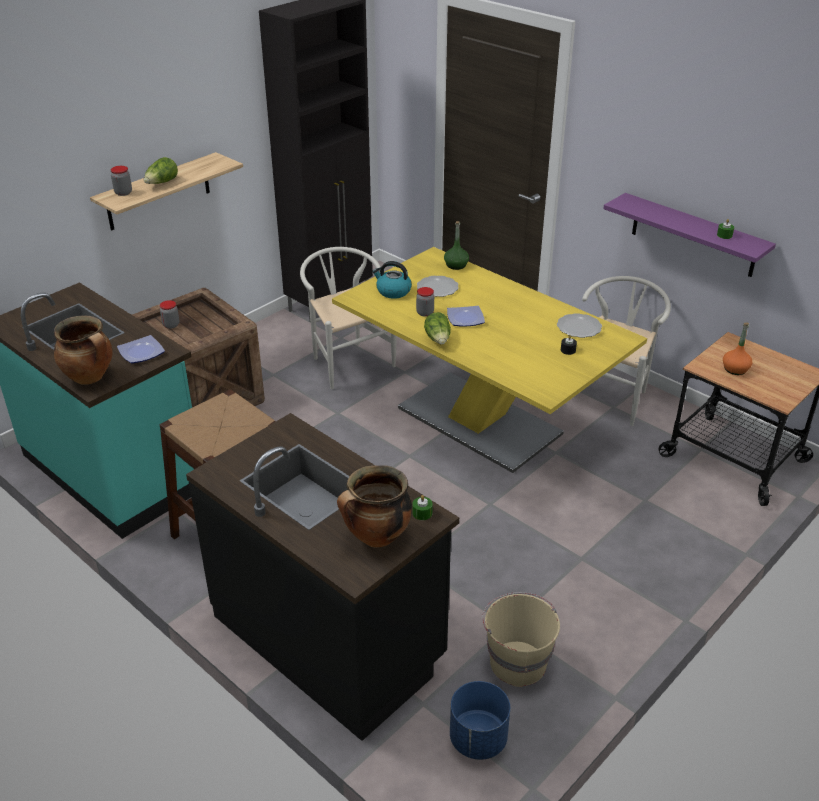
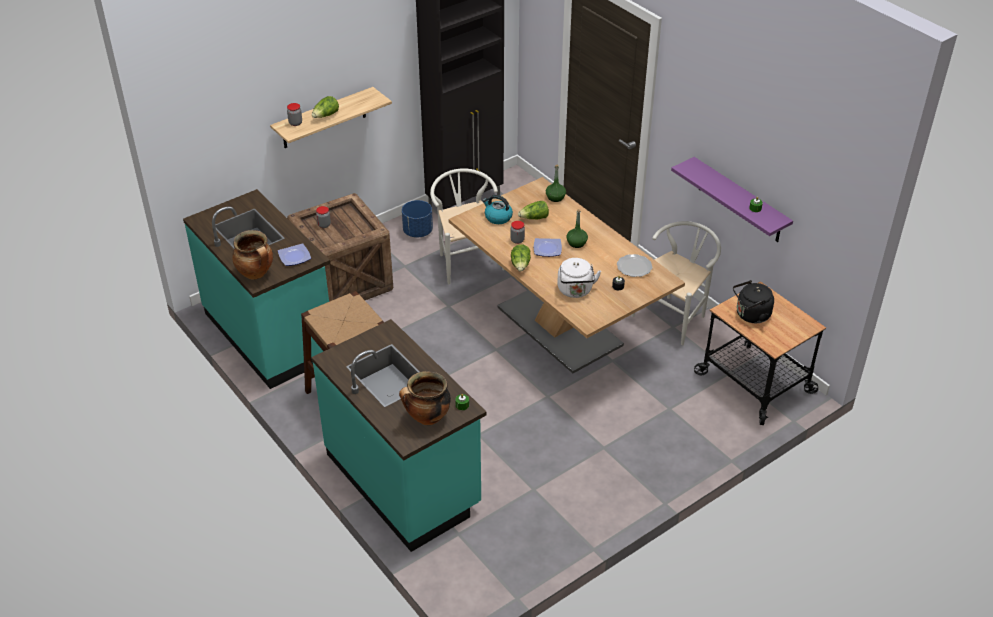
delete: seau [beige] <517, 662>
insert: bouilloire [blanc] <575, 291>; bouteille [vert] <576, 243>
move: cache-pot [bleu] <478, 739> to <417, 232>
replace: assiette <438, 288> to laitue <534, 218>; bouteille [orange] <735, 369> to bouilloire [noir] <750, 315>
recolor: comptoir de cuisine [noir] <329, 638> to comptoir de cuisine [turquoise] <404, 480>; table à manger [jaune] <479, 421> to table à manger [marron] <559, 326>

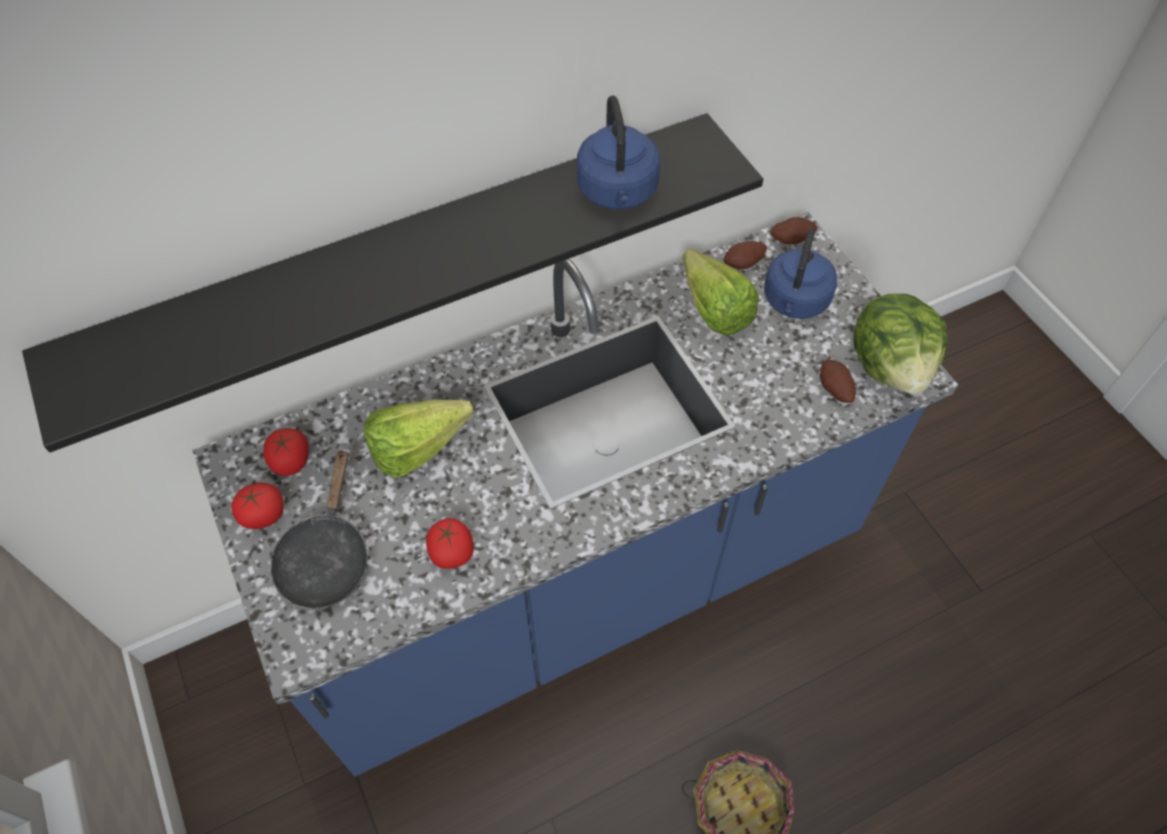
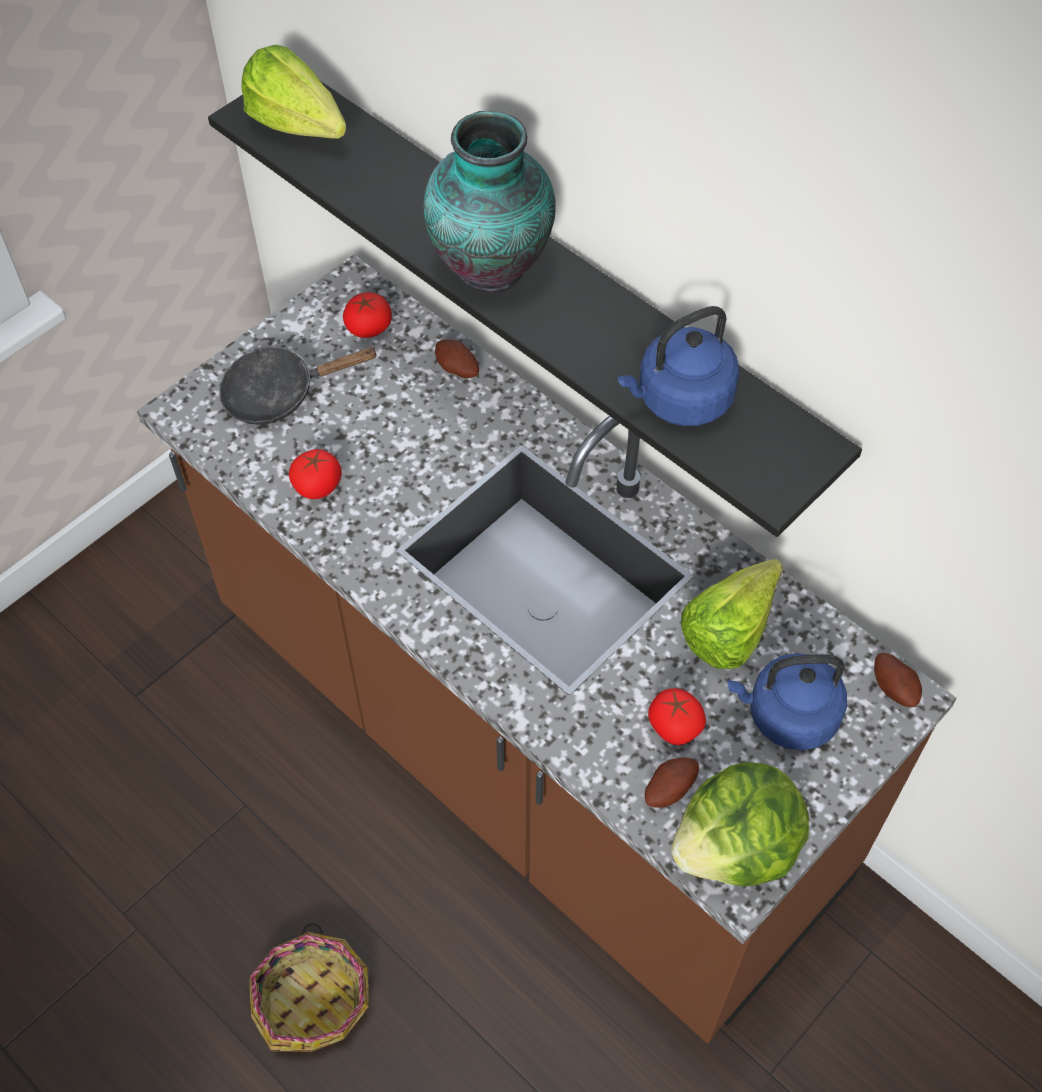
insert: vase <492, 264>
move: laitue <427, 447> to <302, 131>; pomme de terre <744, 264> to <456, 370>; tomate <263, 515> to <674, 726>
recolor: comptoir de cuisine [bleu] <583, 582> to comptoir de cuisine [marron] <521, 749>

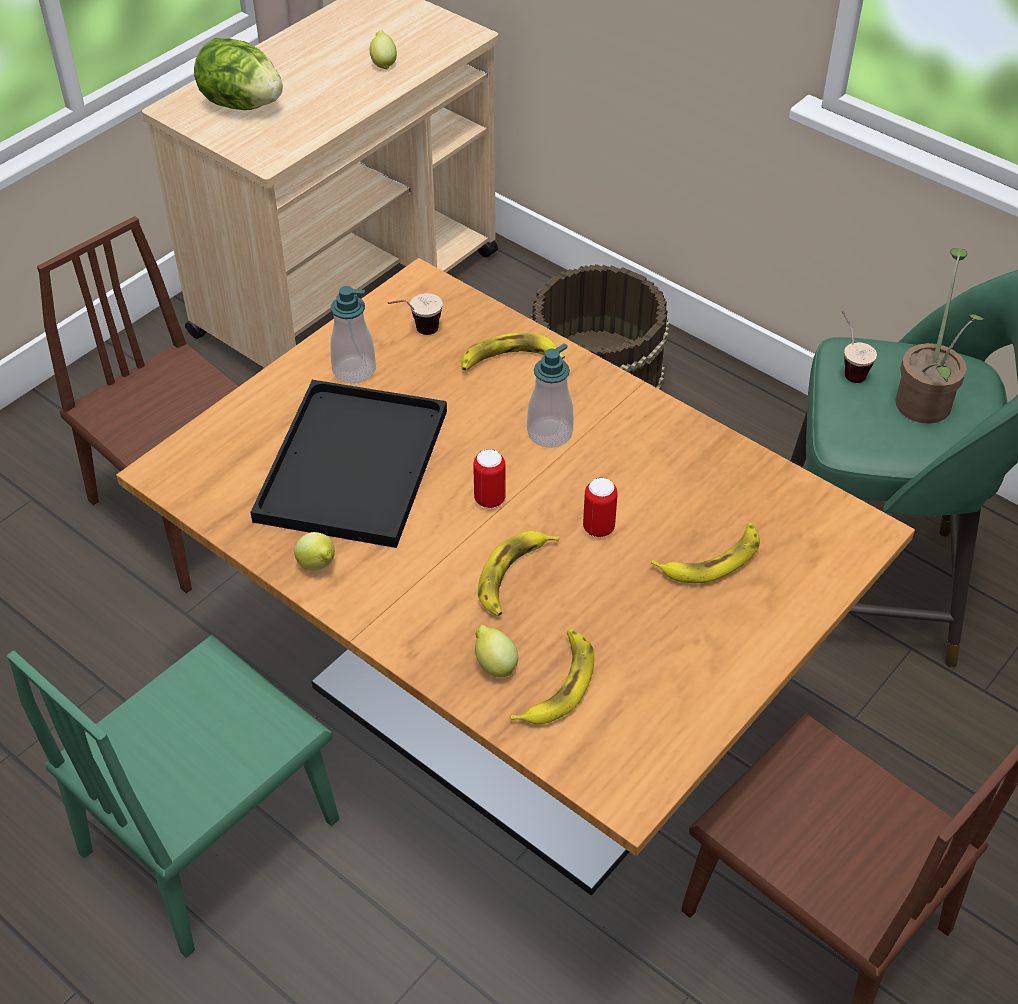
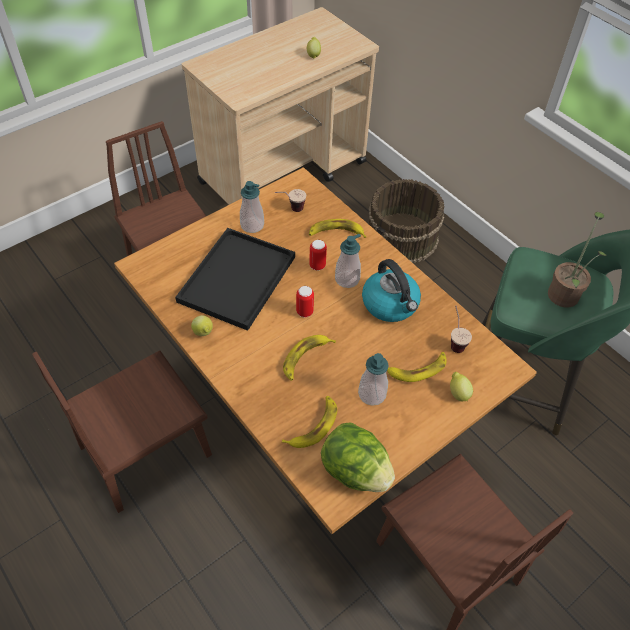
insert: distributeur de savon <372, 394>; bouilloire <391, 304>
move: boîte métallique <598, 528> to <317, 265>; laitue <242, 104> to <355, 470>; citron <494, 665> to <458, 393>; tasse <848, 368> to <455, 340>
recolor: chaise [vert] <210, 835> to chaise [marron] <146, 450>

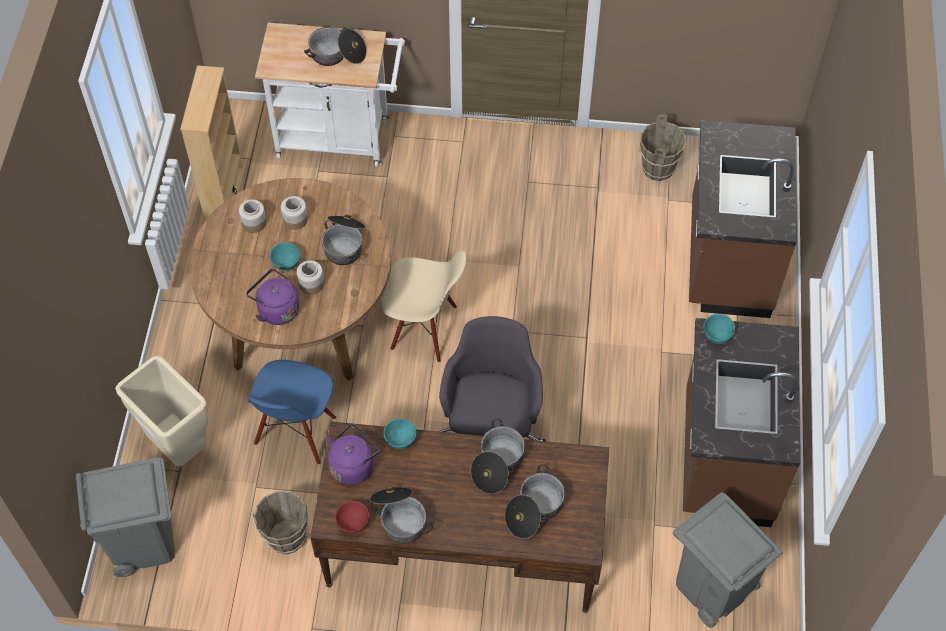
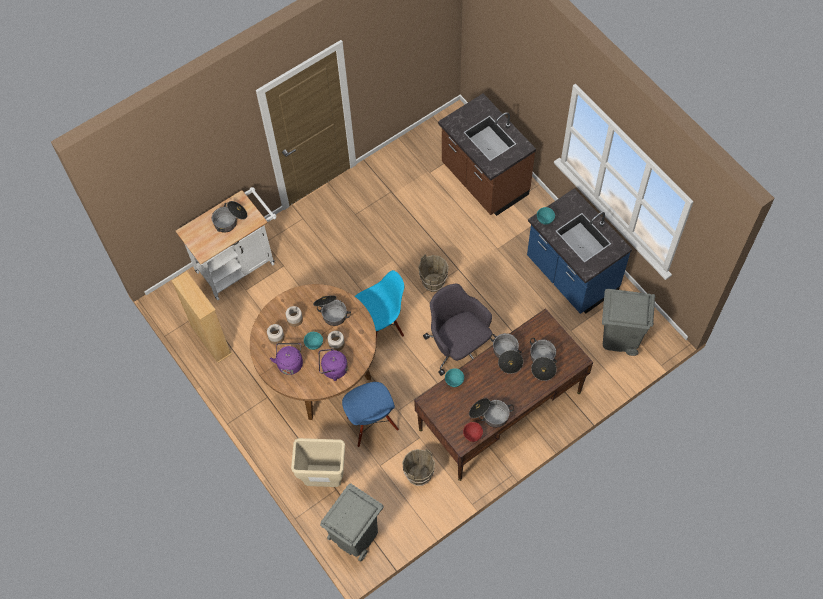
move: bouilloire [violet] <353, 465> to <290, 362>; seau [marron] <658, 168> to <433, 282>
recolor: chaise [beige] <424, 329> to chaise [bleu] <380, 326>; comptoir de cuisine [marron] <724, 458> to comptoir de cuisine [bleu] <571, 276>

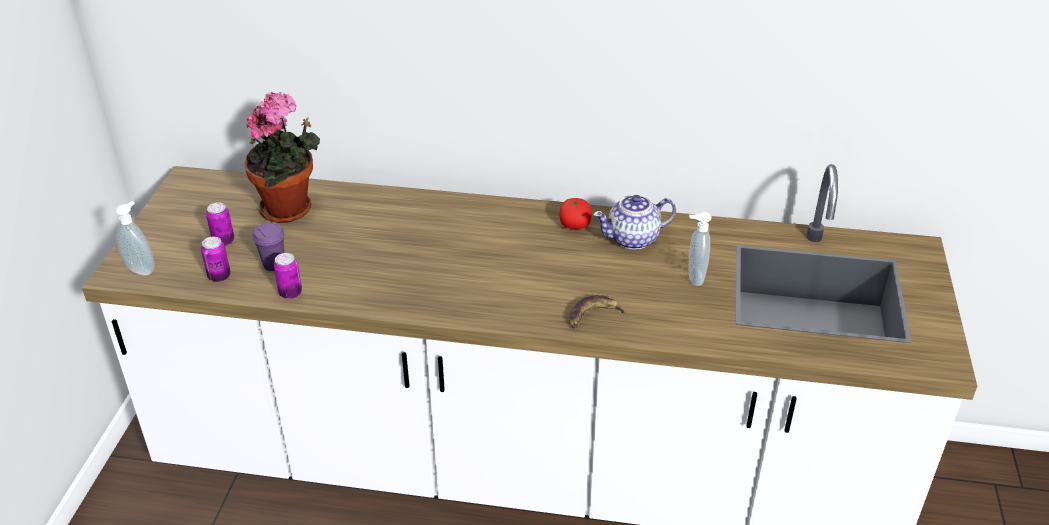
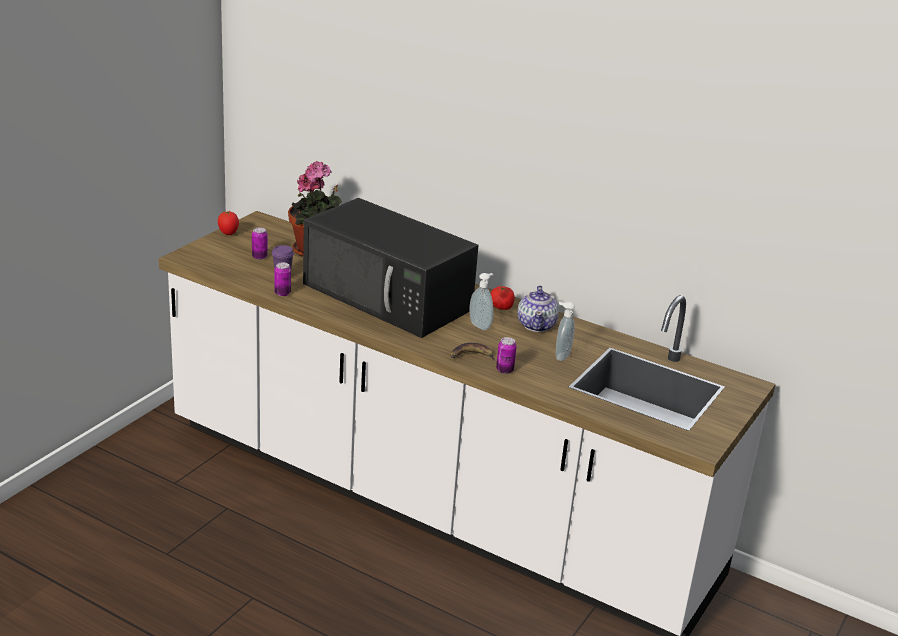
insert: tomate <228, 233>; micro-ondes [noir] <389, 297>
move: distributeur de savon <142, 269> to <481, 325>; boîte métallique <219, 276> to <504, 370>
rotate: théière <634, 239> = <537, 325> 90 degrees counterclockwise

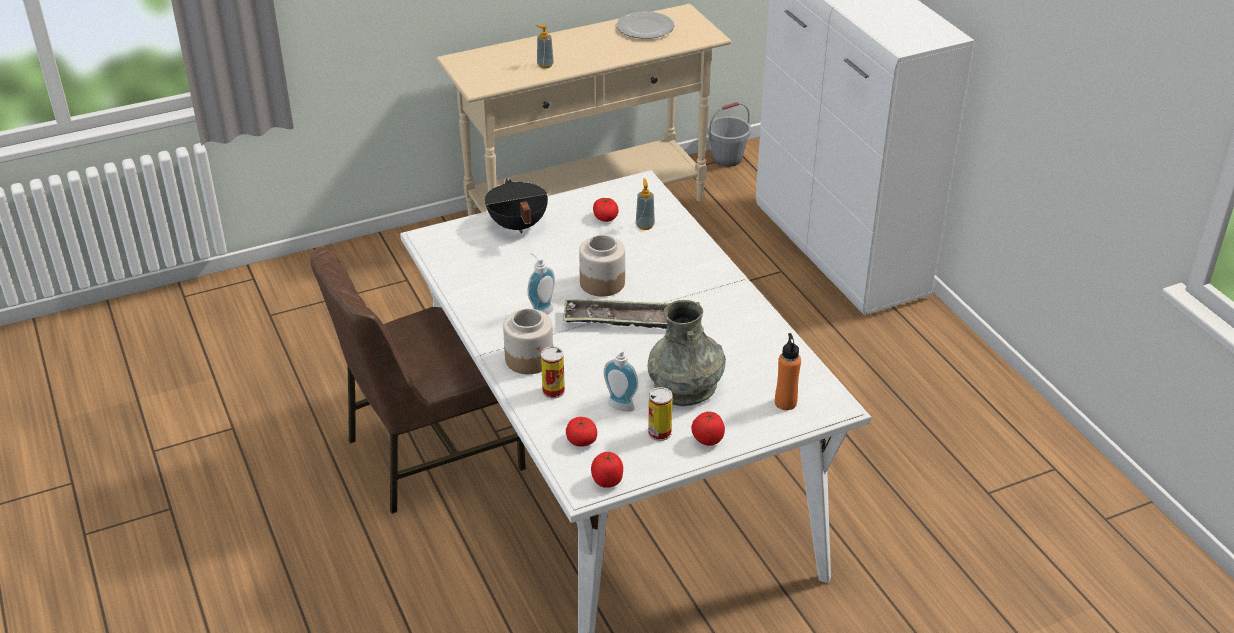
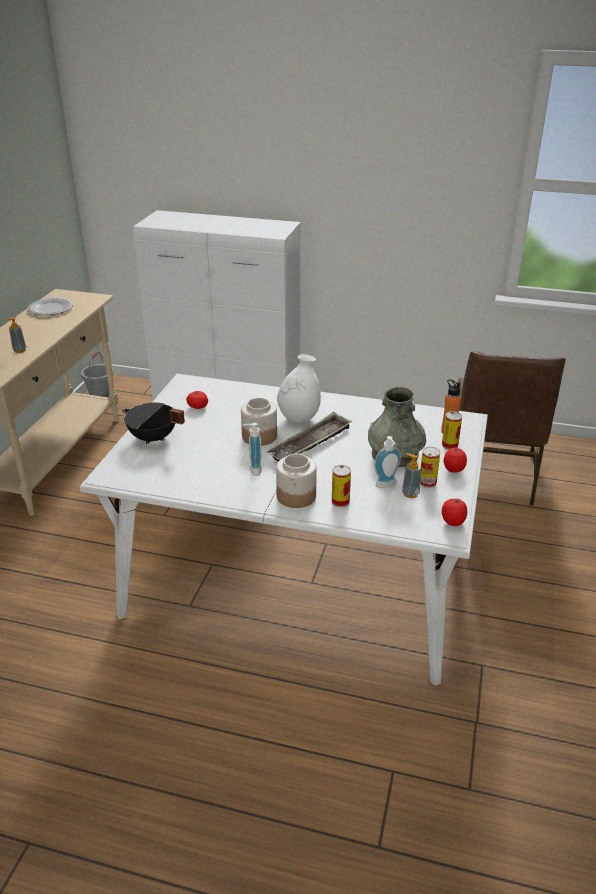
delete: tomate <581, 440>
insert: vase [blanc] <299, 418>; boîte métallique <449, 445>
move: distributeur de savon <645, 225> to <410, 494>; chaise [marron] <431, 453> to <491, 475>

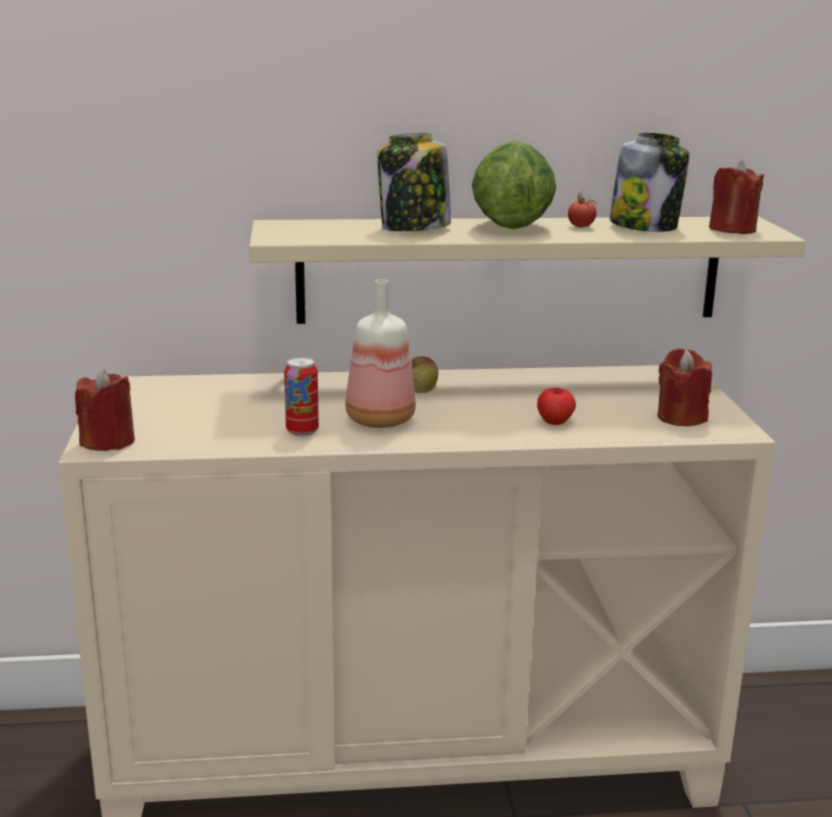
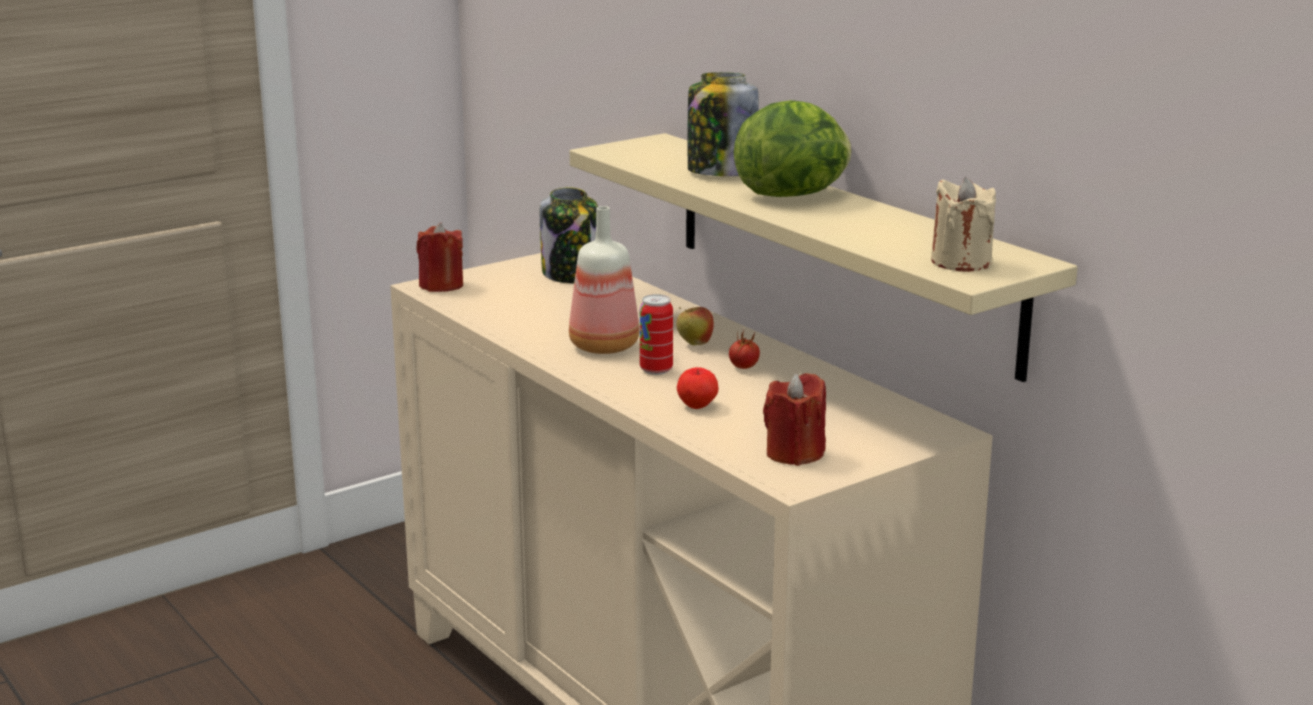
move: bocal <645, 226> to <572, 274>; boîte métallique <302, 431> to <656, 370>; tomate <581, 226> to <743, 367>
recolor: bougie [rouge] <732, 229> to bougie [beige] <961, 262>

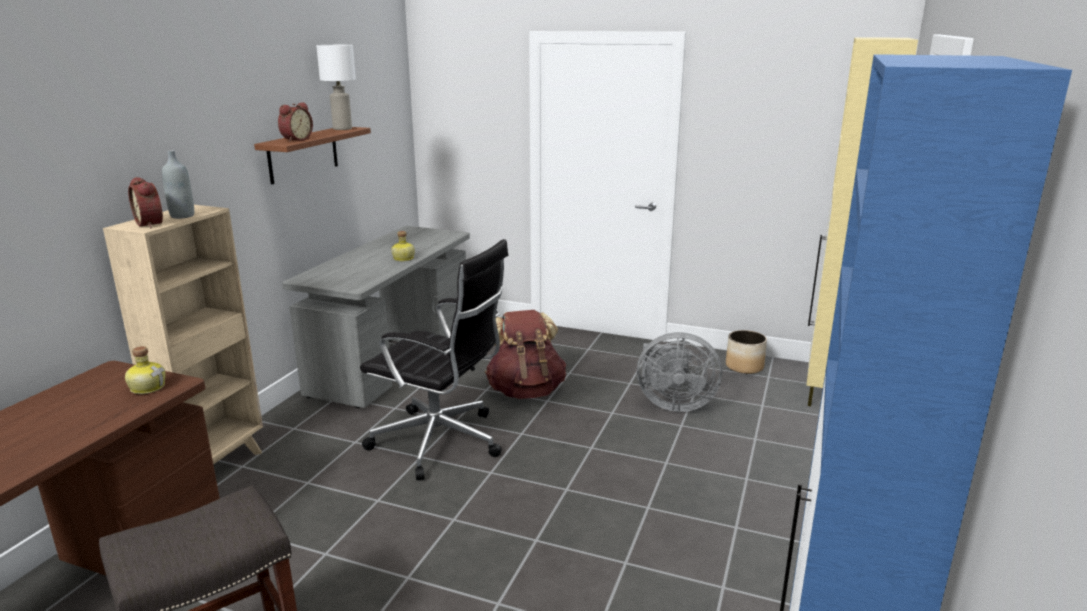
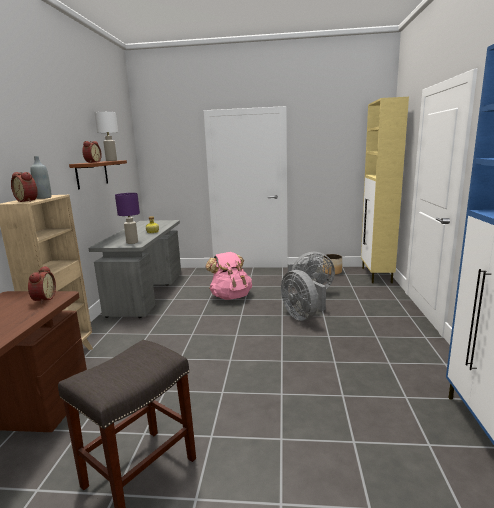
delete: chaise de bureau [noir] <441, 442>
insert: lampe de table [violet] <132, 242>; ventilateur [gris] <302, 316>
replace: bouteille <148, 387> to réveil <43, 299>
recolor: sac à dos [marron] <525, 390> to sac à dos [rose] <230, 296>

